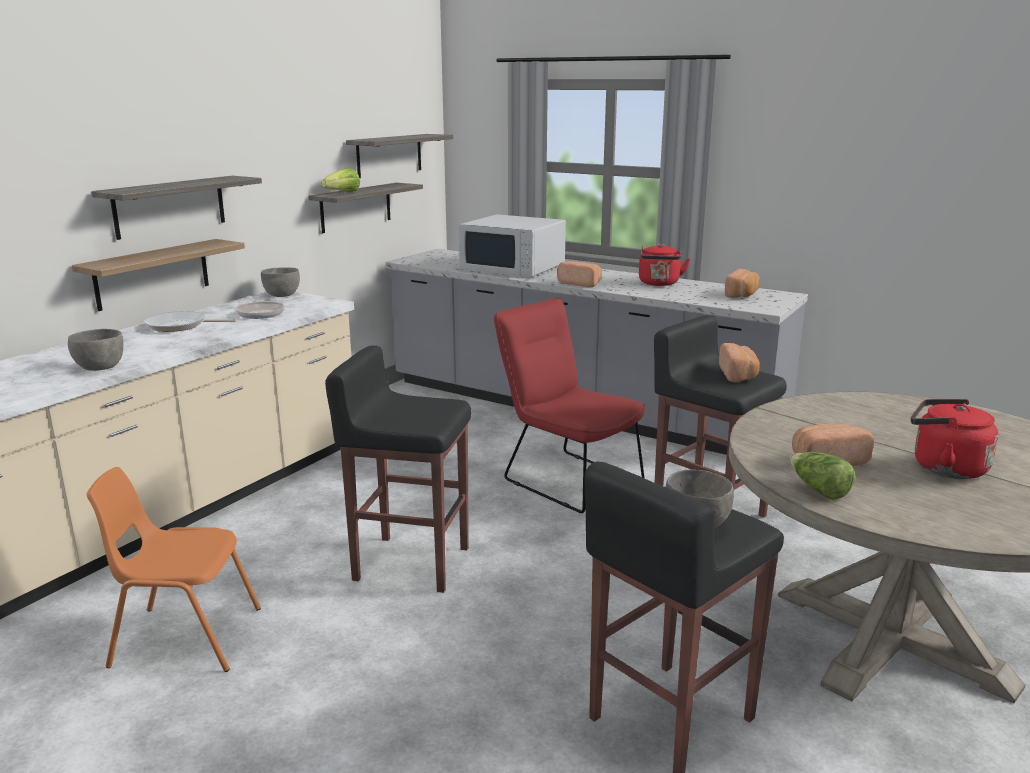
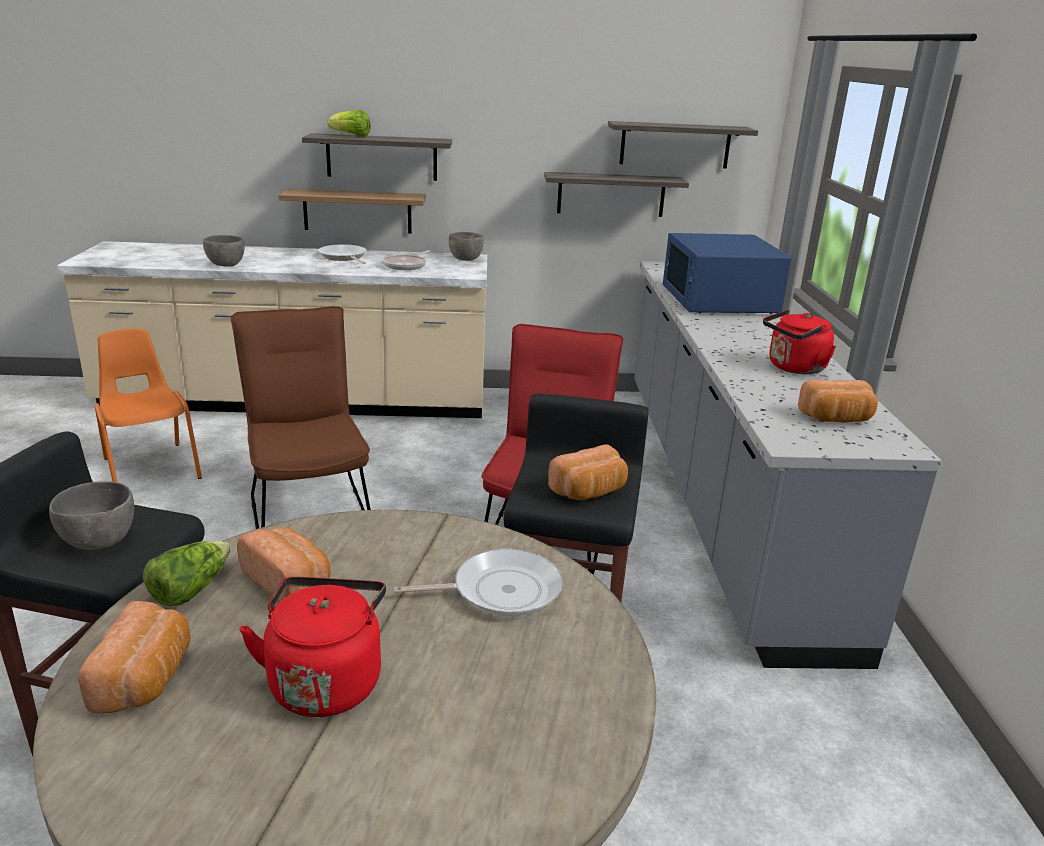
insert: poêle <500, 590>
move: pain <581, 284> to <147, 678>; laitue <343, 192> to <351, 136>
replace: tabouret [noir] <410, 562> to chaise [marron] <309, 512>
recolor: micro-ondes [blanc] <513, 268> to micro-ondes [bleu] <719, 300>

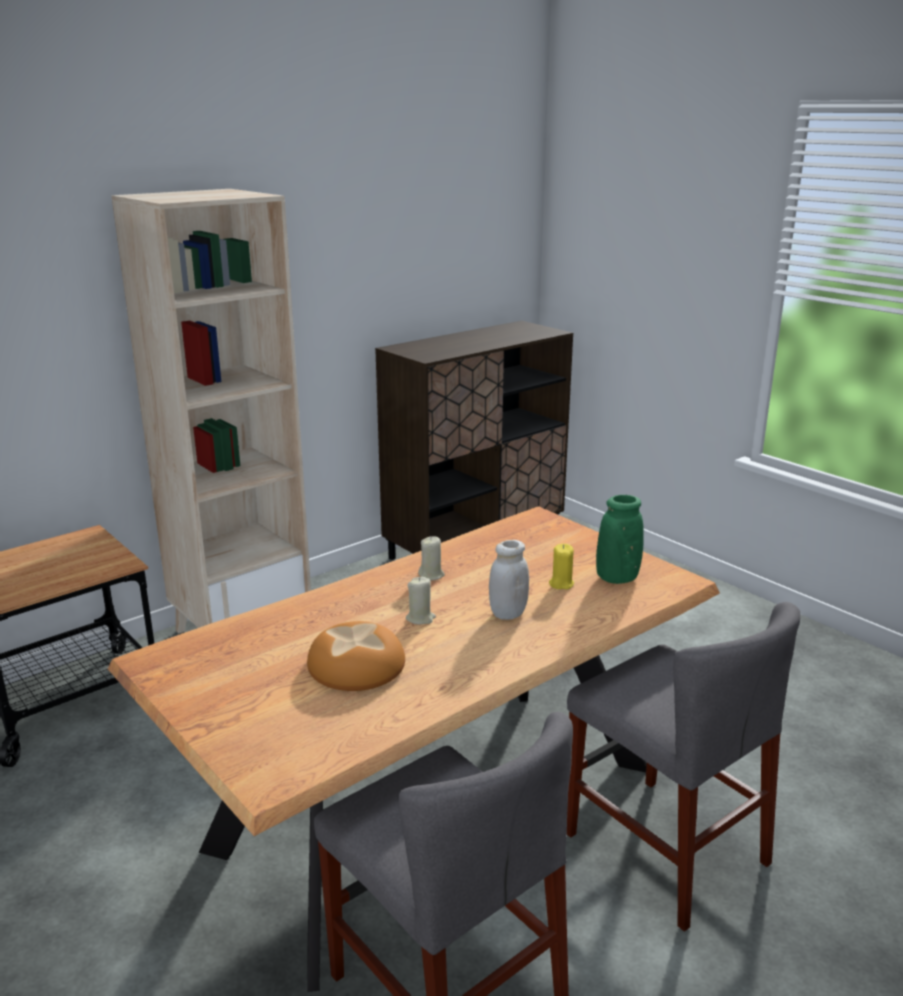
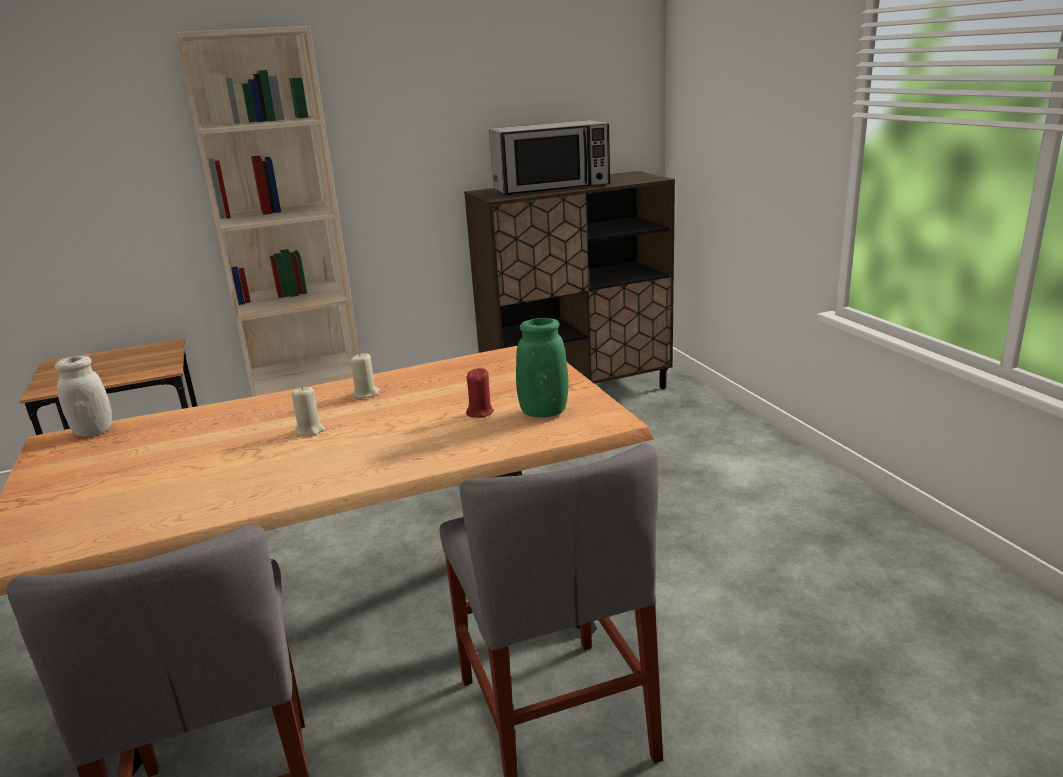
delete: pain <357, 665>
insert: micro-ondes <552, 187>
move: bocal [blanc] <508, 613> to <93, 431>
recolor: bougie [jaune] <561, 584> to bougie [rouge] <480, 412>

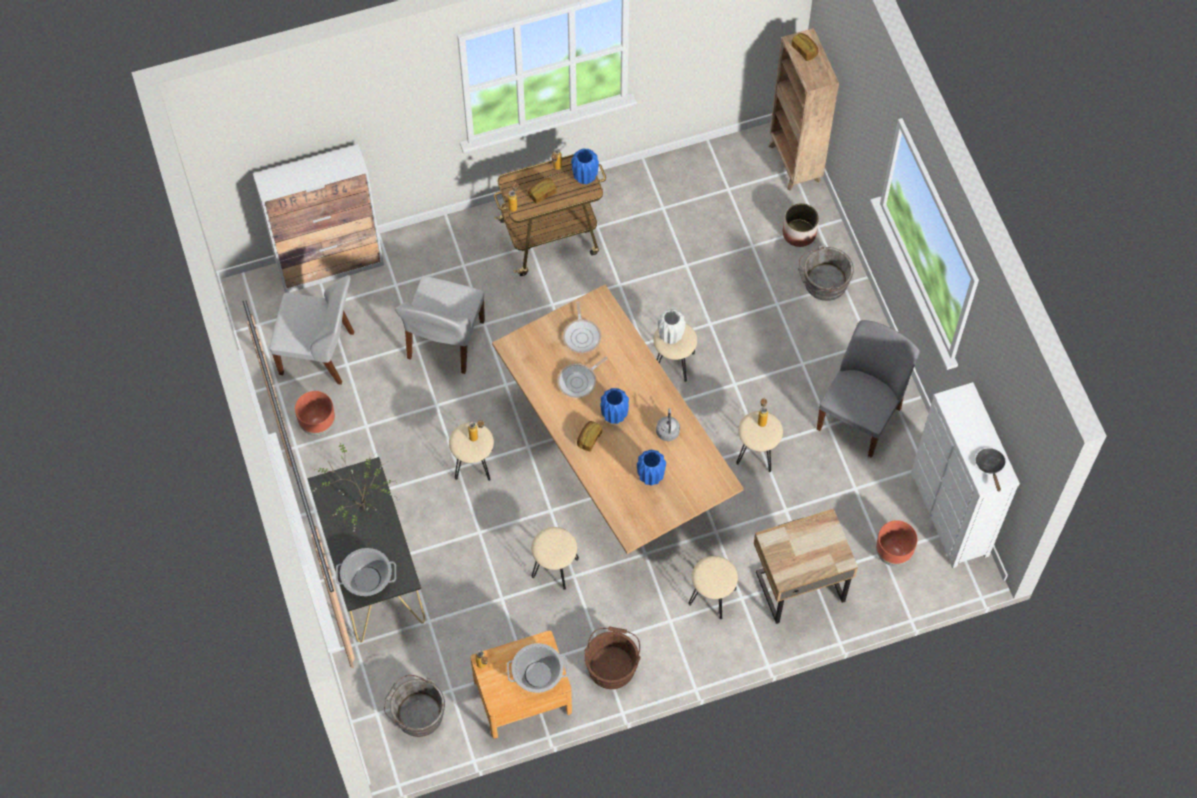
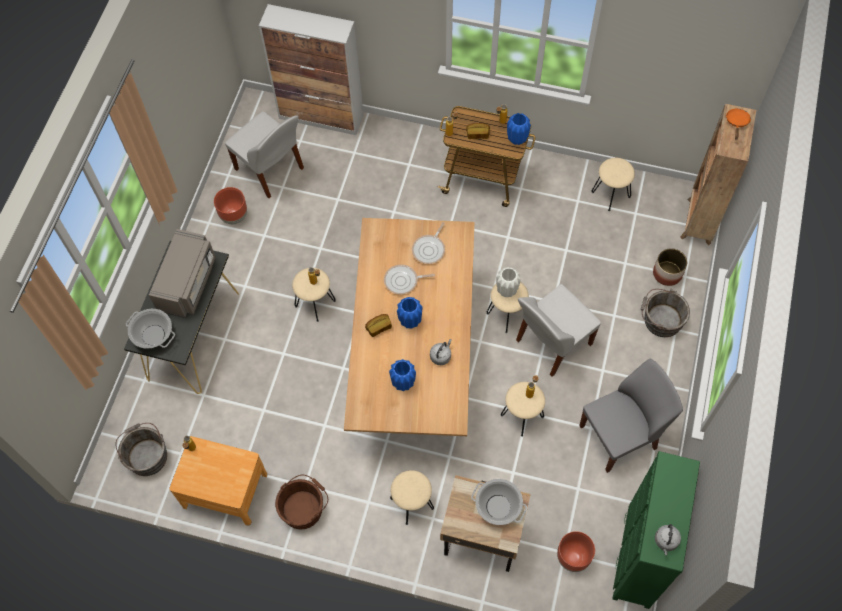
move: marmite <537, 674> to <498, 507>; chaise [blanc] <444, 342> to <552, 343>; tabouret [beige] <554, 567> to <610, 194>
replace: plante en pot <361, 509> to micro-ondes [gris] <188, 283>; poêle [noir] <990, 466> to bouilloire [gris] <666, 541>; pain <804, 50> to poêle [orange] <737, 123>
recolor: commode [blanc] <948, 515> to commode [vert] <638, 555>

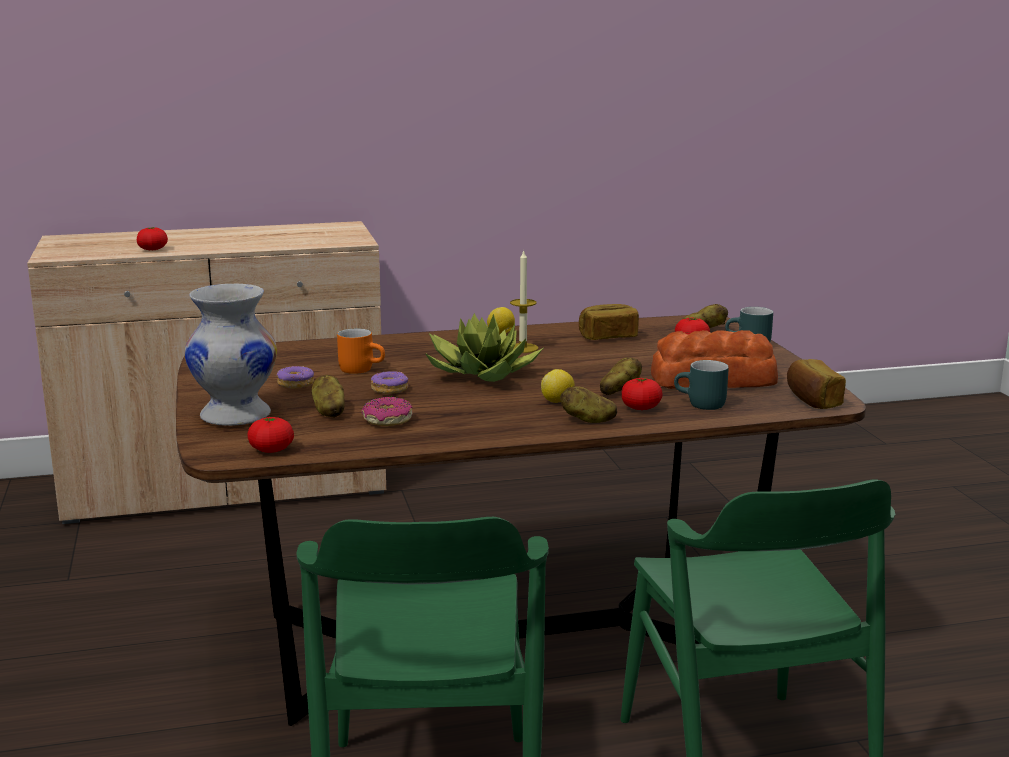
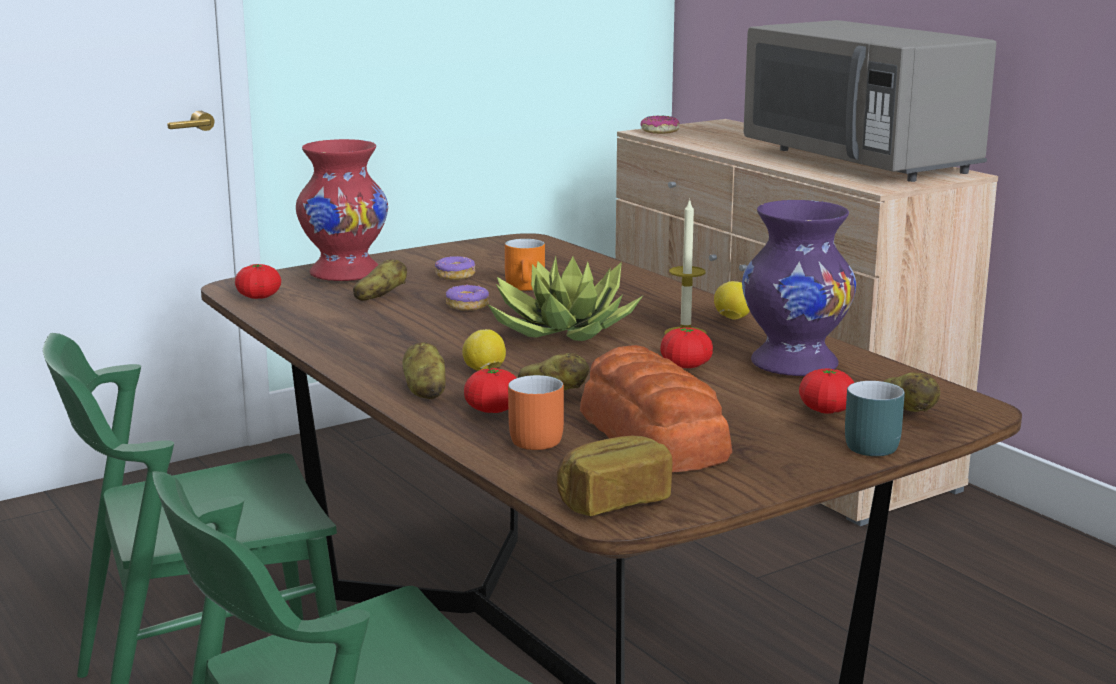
insert: micro-ondes [gris] <859, 161>
move: beignet <387, 420> to <659, 132>; tomate <152, 249> to <686, 365>
replace: pain <608, 337> to vase [violet] <794, 365>
recolor: vase [blanc] <236, 416> to vase [rouge] <344, 274>; mug [turquoise] <700, 405> to mug [orange] <532, 438>

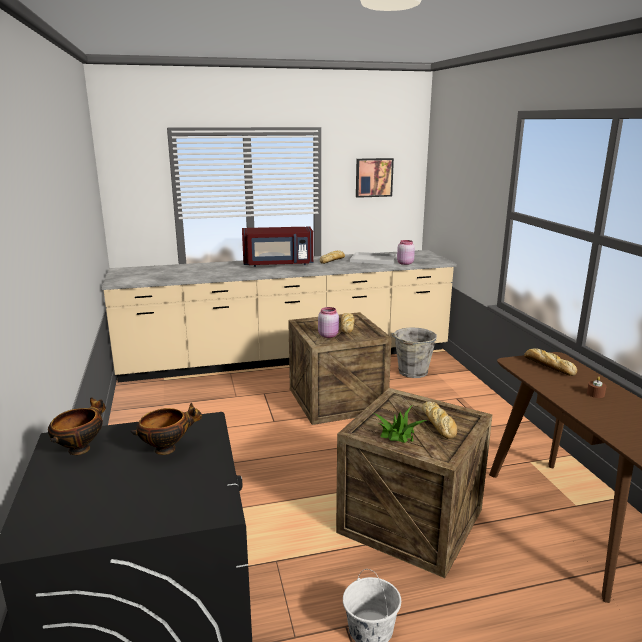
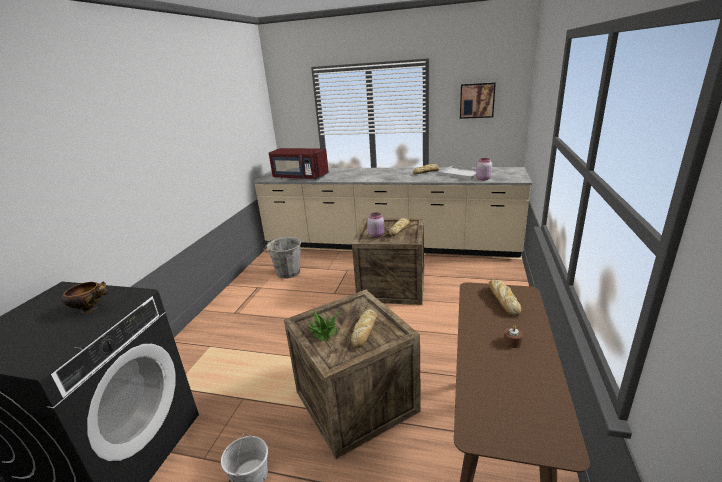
delete: bol <81, 448>
move: seau [gris] <412, 372> to <287, 273>; micro-ondes [rouge] <278, 264> to <299, 177>

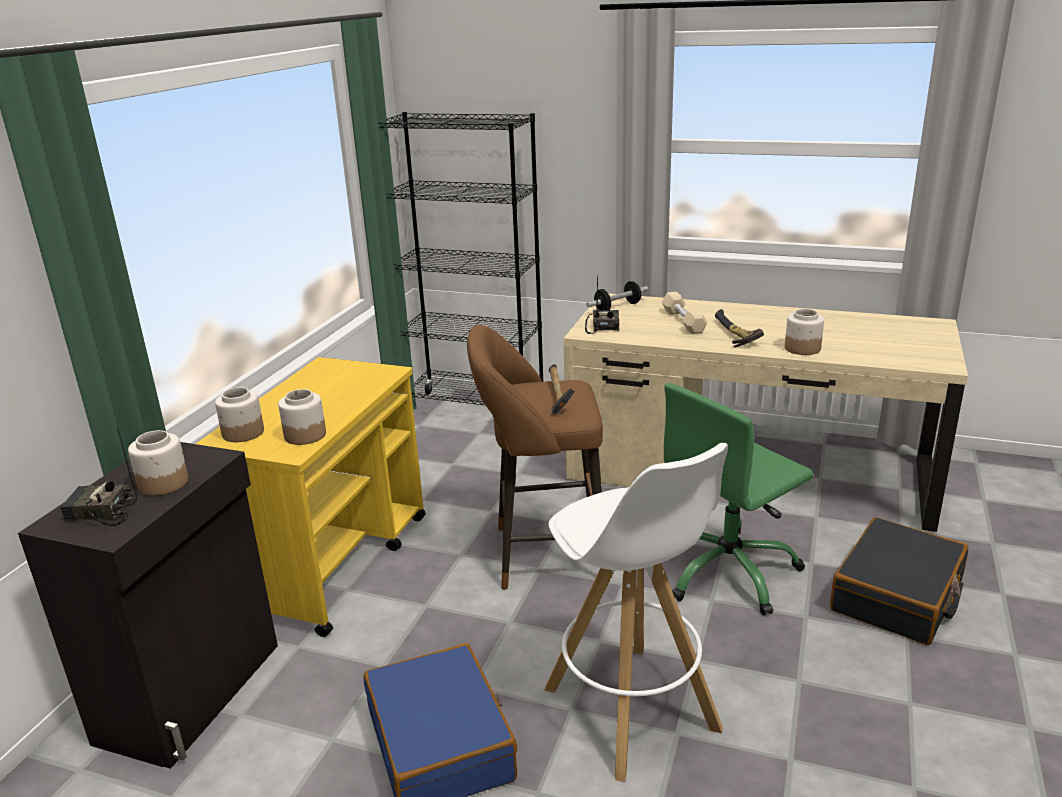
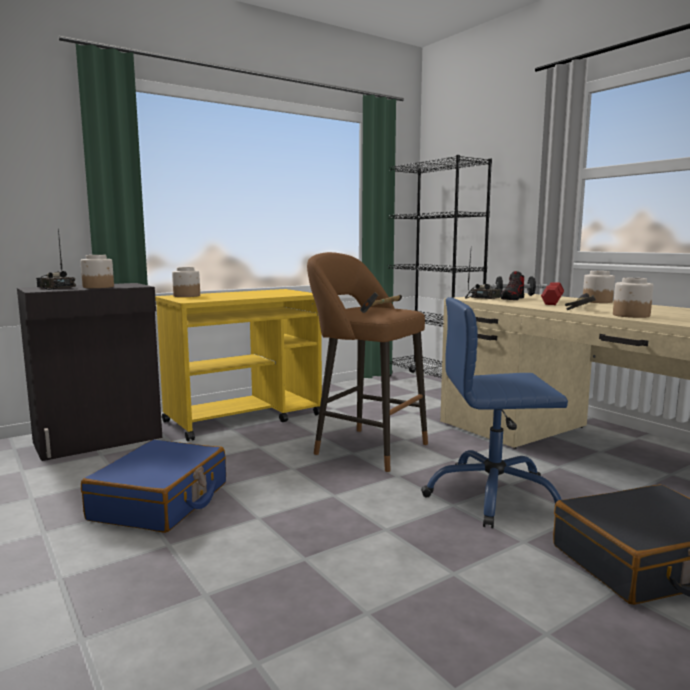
delete: tabouret [blanc] <632, 710>
insert: chaussure <512, 299>
move: bocal <305, 435> to <597, 301>
recolor: chaise de bureau [vert] <728, 571> to chaise de bureau [bleu] <493, 496>; haltère [beige] <683, 321> to haltère [rouge] <552, 301>

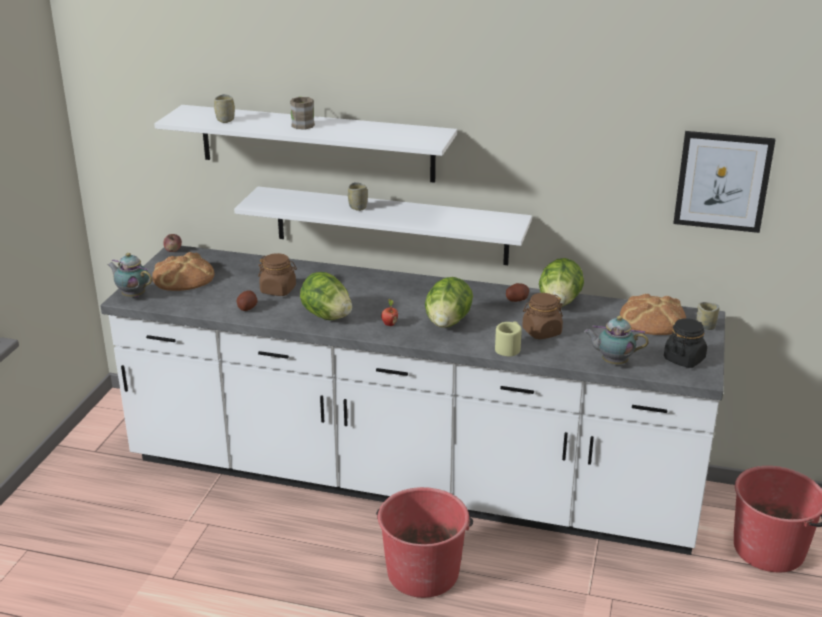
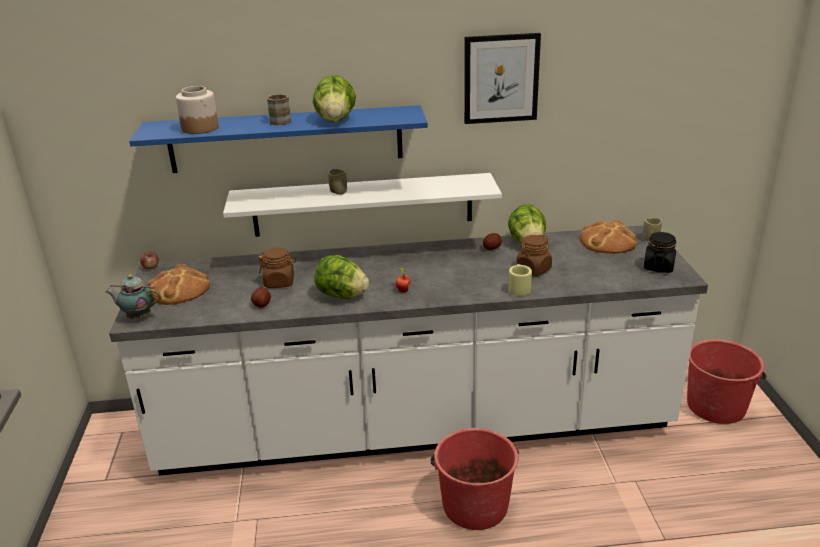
delete: théière <612, 362>
move: laitue <448, 322> to <336, 120>; tableau <722, 181> to <501, 78>
replace: tasse <225, 120> to bocal <200, 128>
recolor: étagère [blanc] <316, 143> to étagère [bleu] <286, 139>

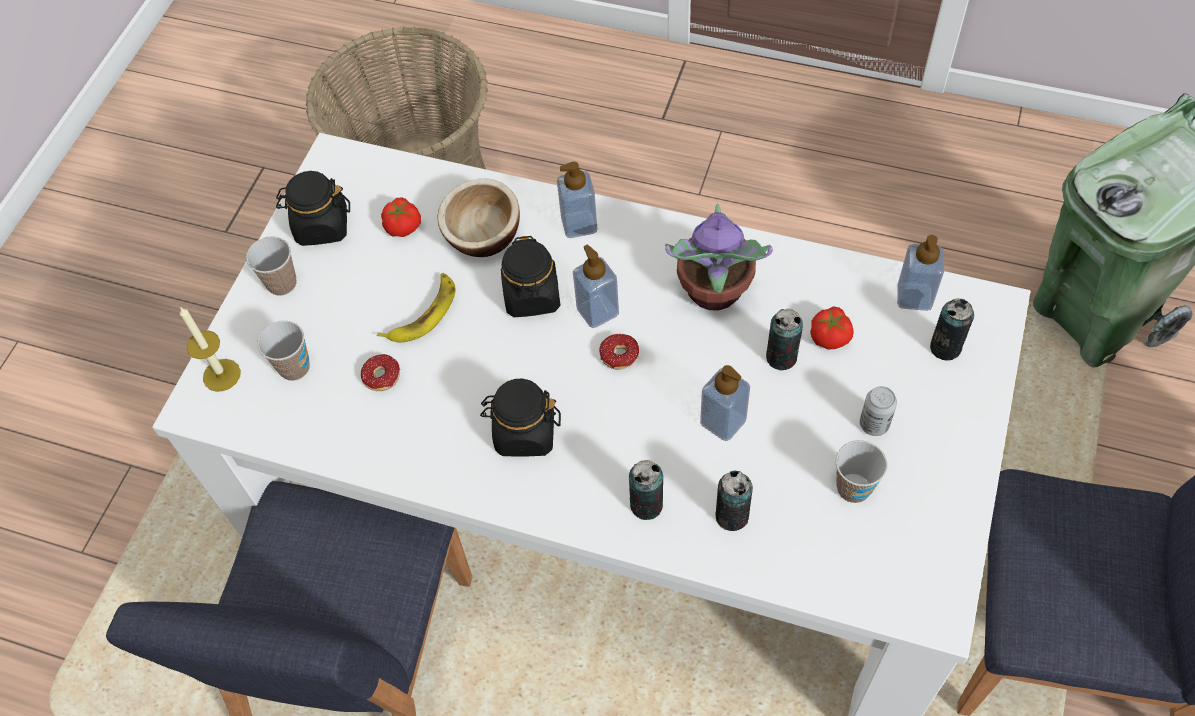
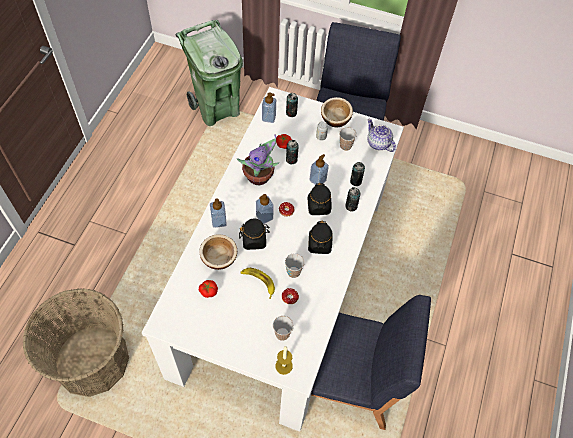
insert: bol <335, 119>; théière <378, 143>
move: tasse <282, 284> to <293, 272>; bocal [noir] <321, 226> to <318, 207>

